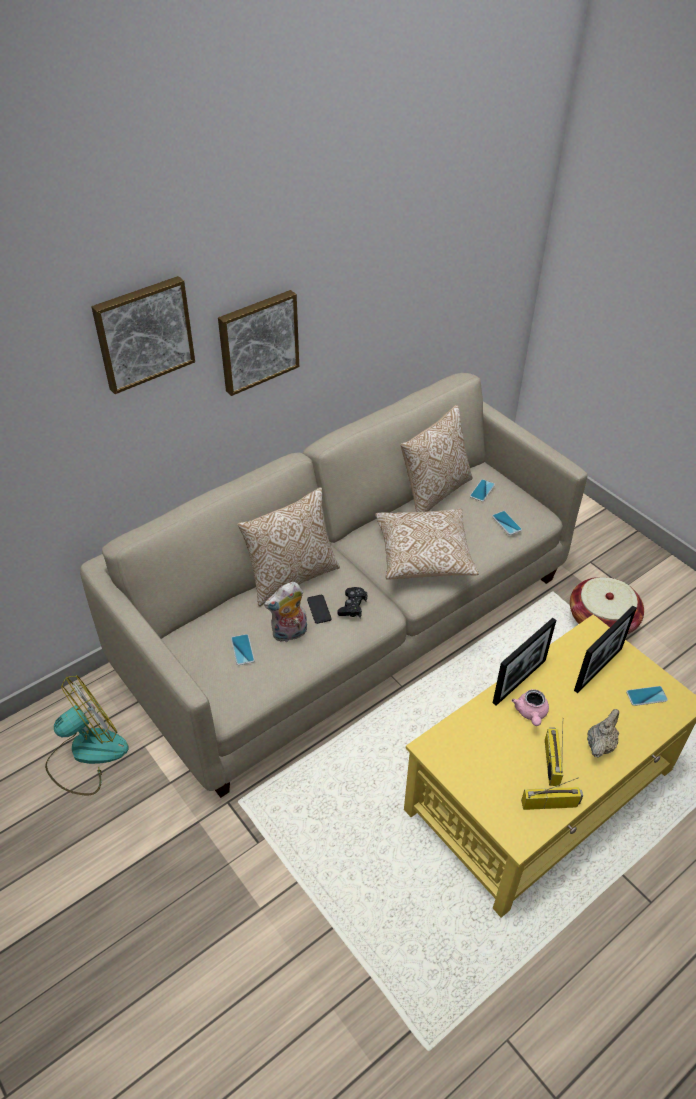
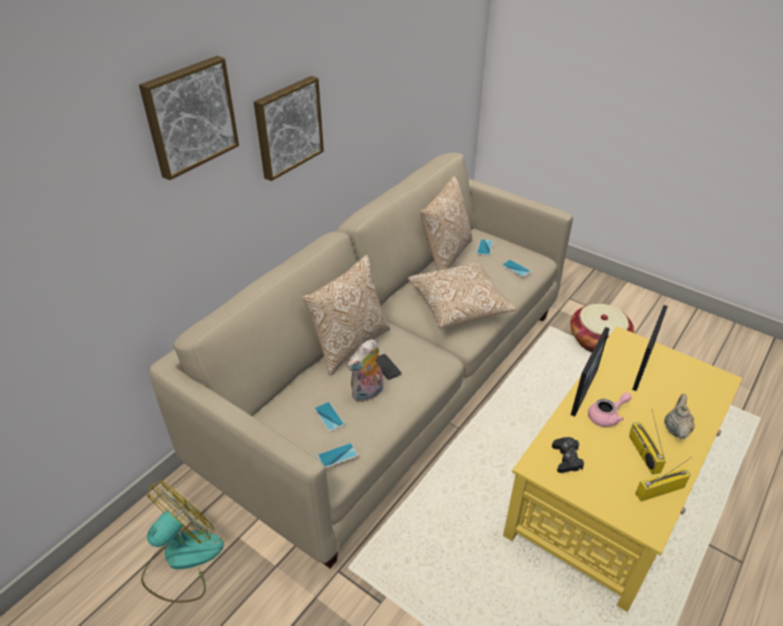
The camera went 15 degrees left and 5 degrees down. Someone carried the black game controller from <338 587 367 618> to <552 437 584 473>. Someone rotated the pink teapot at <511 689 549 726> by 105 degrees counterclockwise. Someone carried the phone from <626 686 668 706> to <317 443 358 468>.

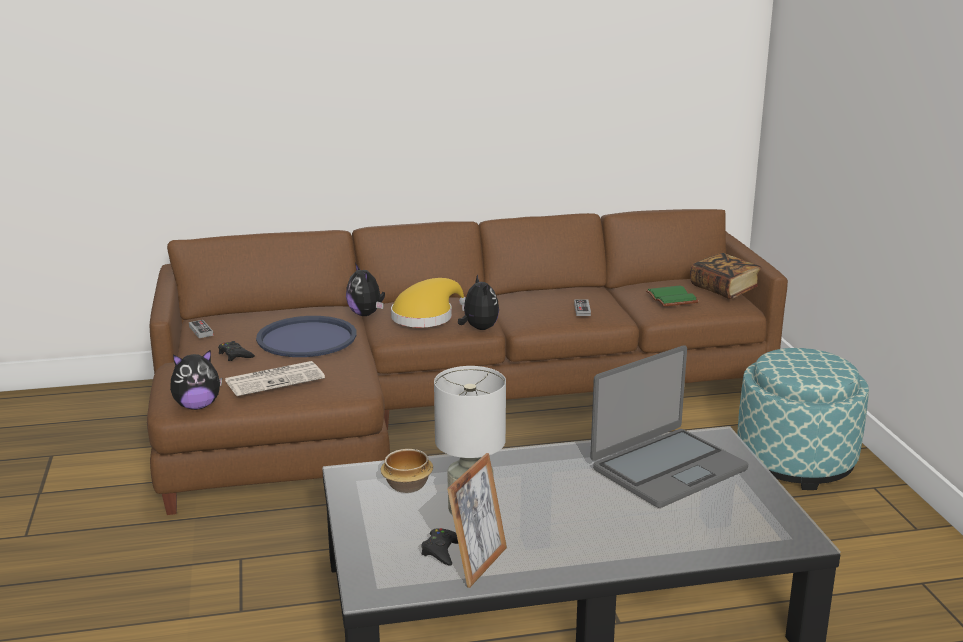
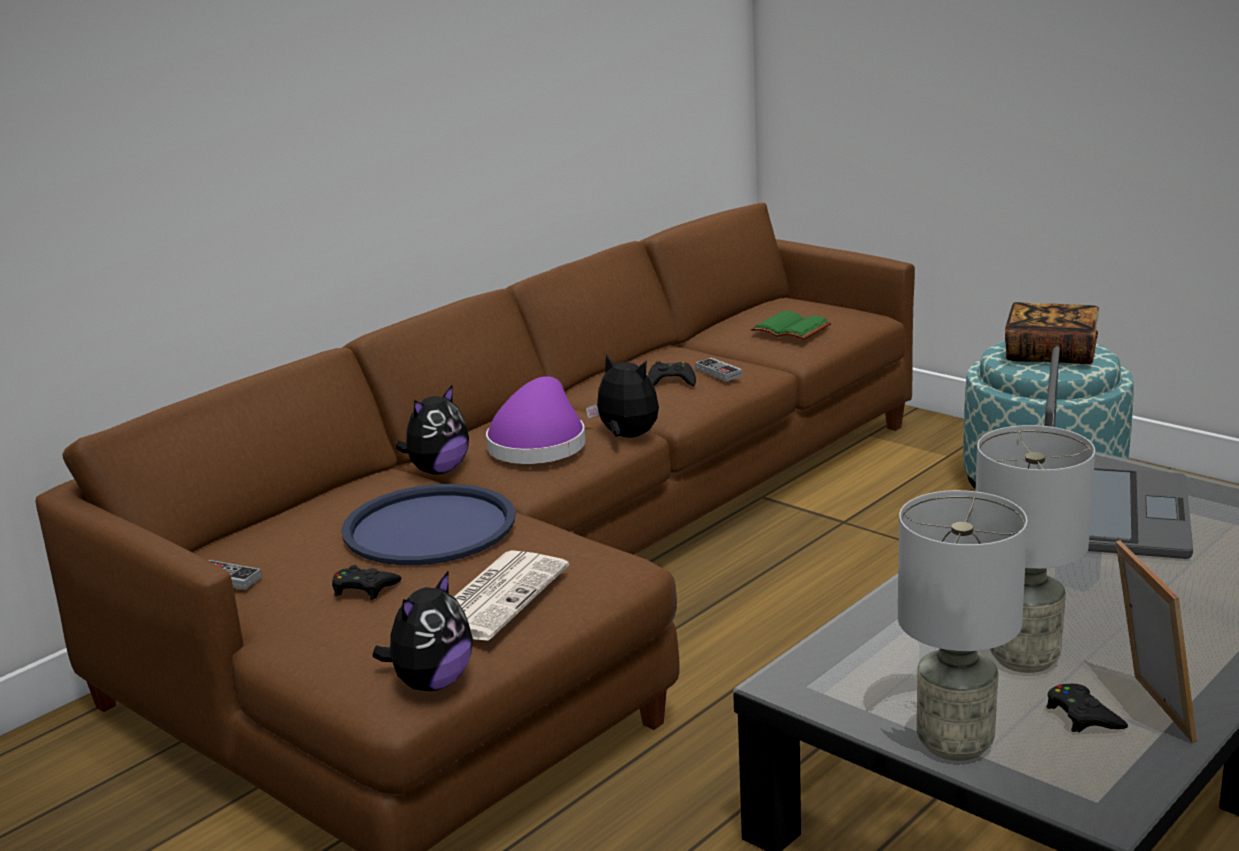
The camera went 35 degrees left and 0 degrees up. Someone rotated the plush toy at <346 263 385 316> by 75 degrees counterclockwise. Someone took away the bowl at <381 449 433 493>. Someone repainted the yellow hat at <391 278 466 327>, which became the purple hat at <486 376 586 464>. Someone carried the book from <690 253 762 299> to <1005 302 1099 364>. Someone put down the black game controller at <648 361 696 386>. Someone put down the grey table lamp at <898 490 1028 761>.

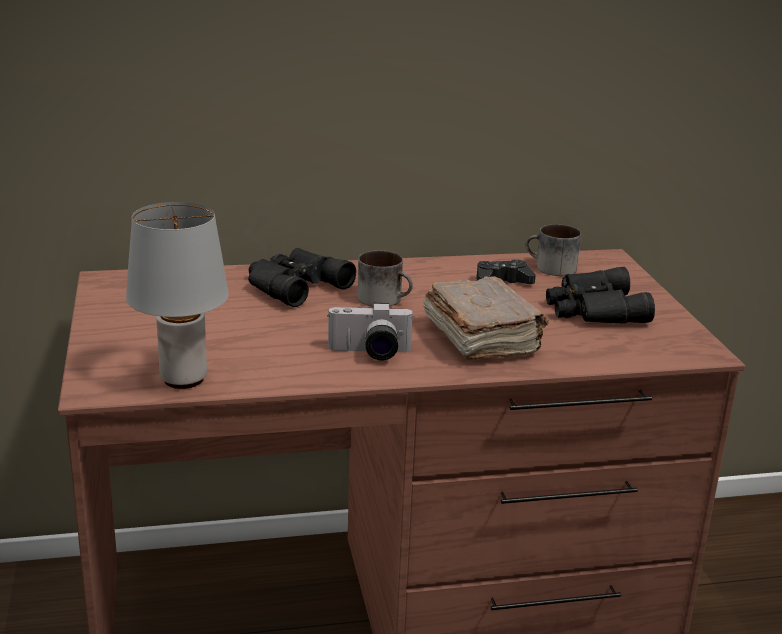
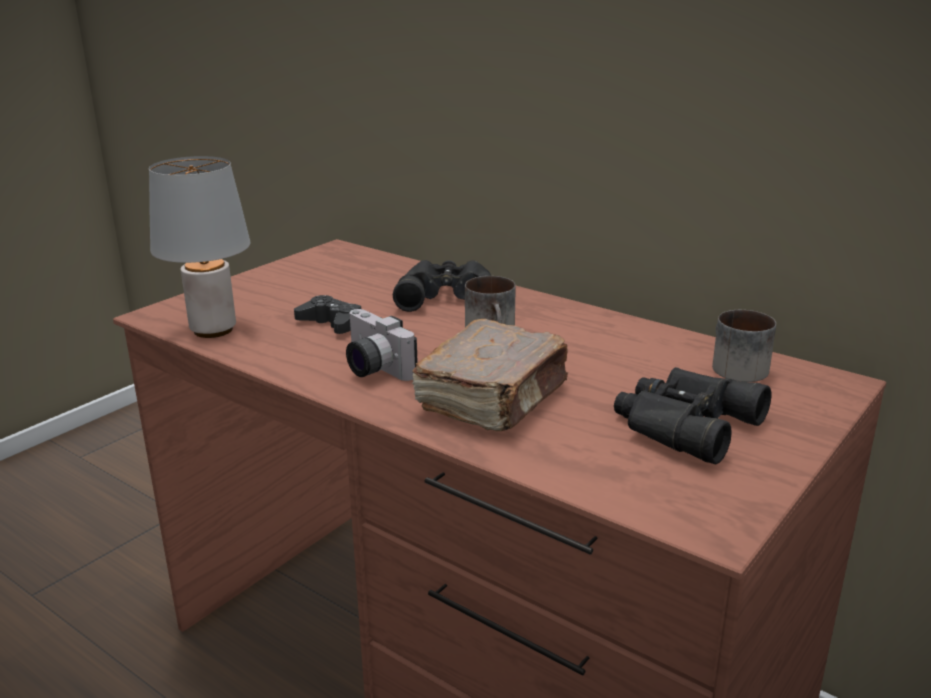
The camera went 50 degrees right and 0 degrees up. Someone carried the black game controller from <476 260 536 284> to <294 295 362 334>.

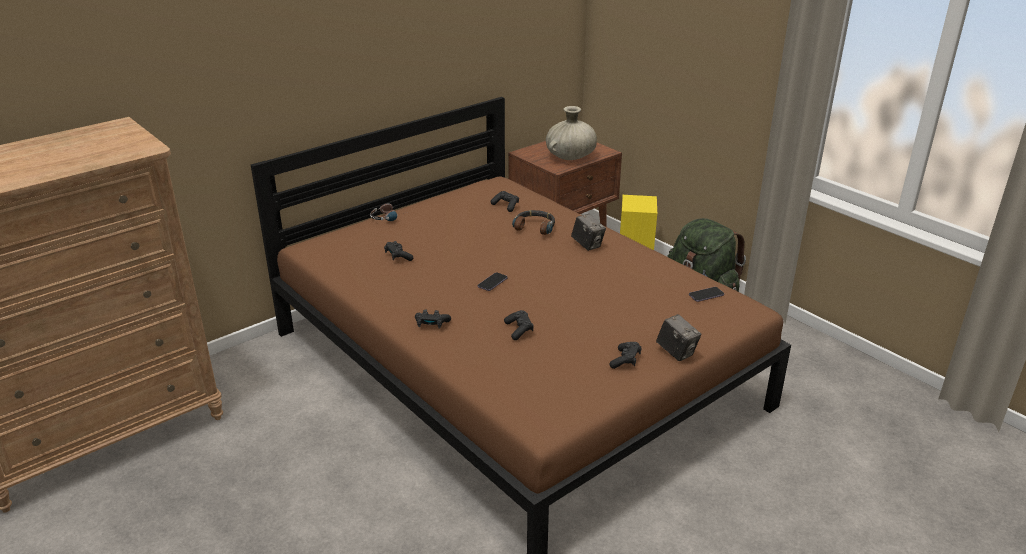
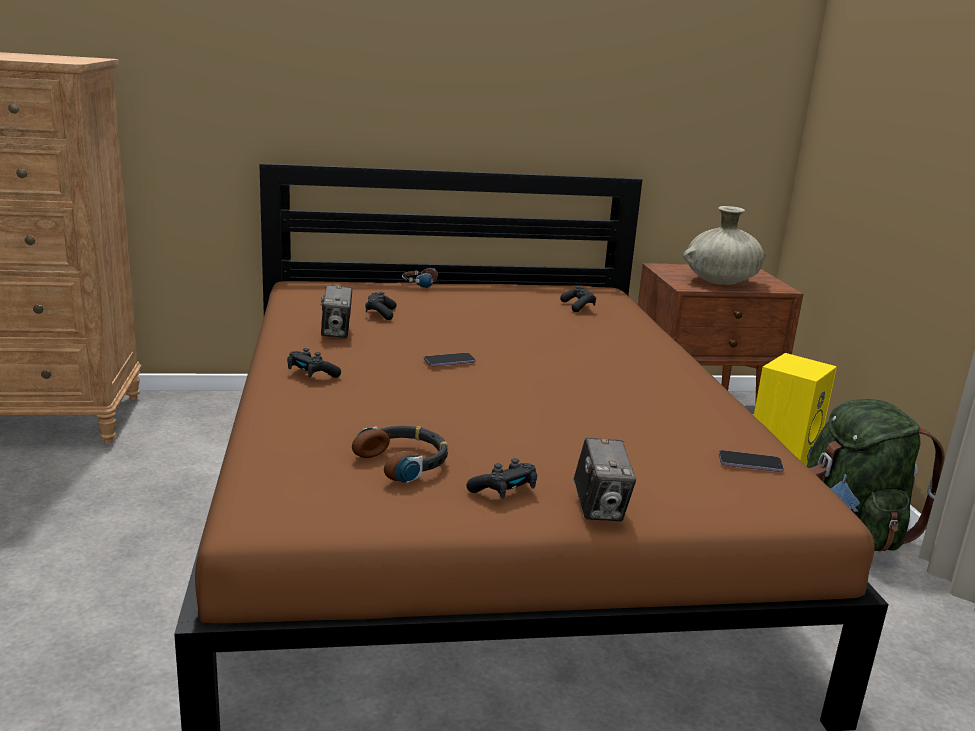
The camera went 30 degrees right and 10 degrees down. Someone took away the black game controller at <504 310 534 340>. Someone carried the headphones from <512 210 555 235> to <352 426 448 483>. Someone carried the photo camera from <571 214 606 251> to <321 285 352 338>.

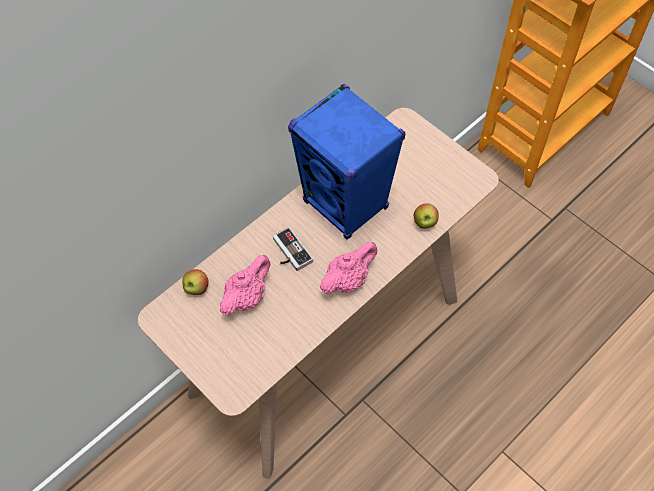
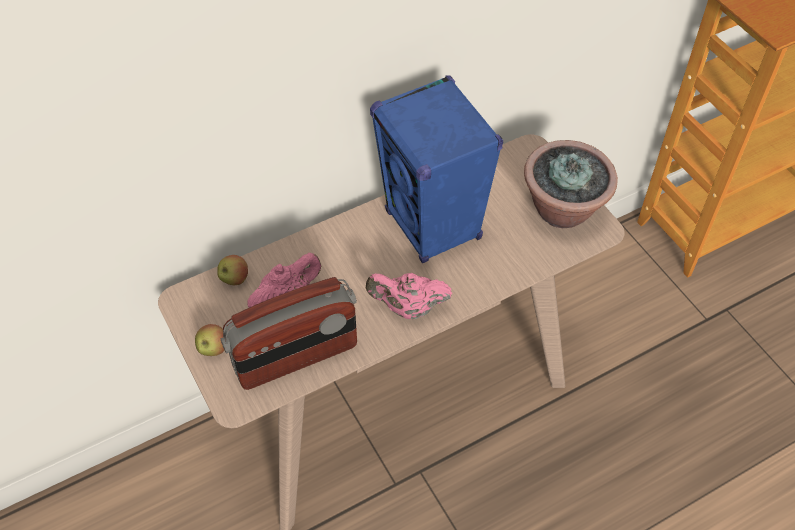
The camera went 15 degrees right and 5 degrees down. Someone took away the game controller at <273 227 313 271>. Someone rotated the pink teapot at <320 242 377 294> by 150 degrees counterclockwise. Someone carried the apple from <414 203 439 229> to <195 324 225 356>. Someone put down the radio at <221 277 357 390>. Someone put down the potted plant at <524 140 618 228>.

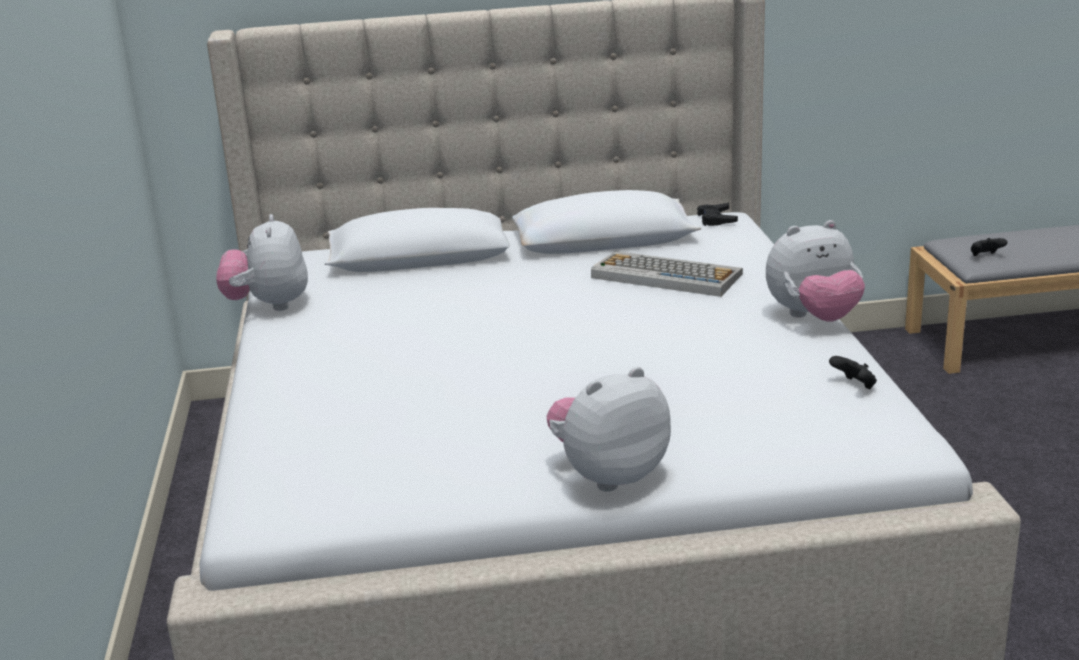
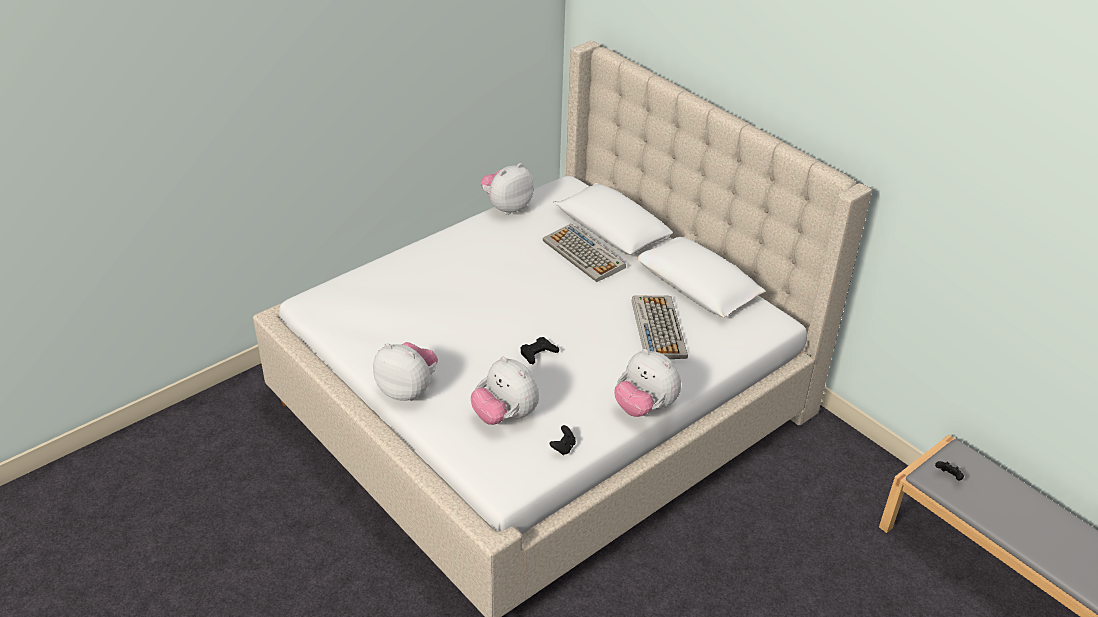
The camera went 55 degrees right and 15 degrees up. Someone carried the black game controller from <697 203 738 226> to <521 337 559 364>. Someone put down the plush toy at <471 357 539 425>. Someone put down the keyboard at <543 224 626 282>.

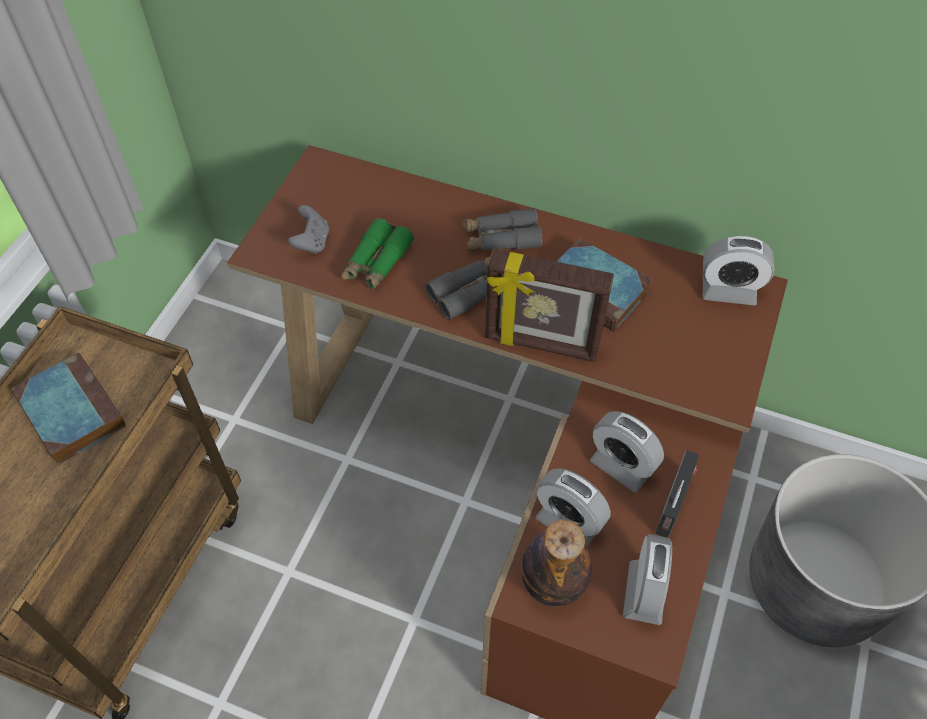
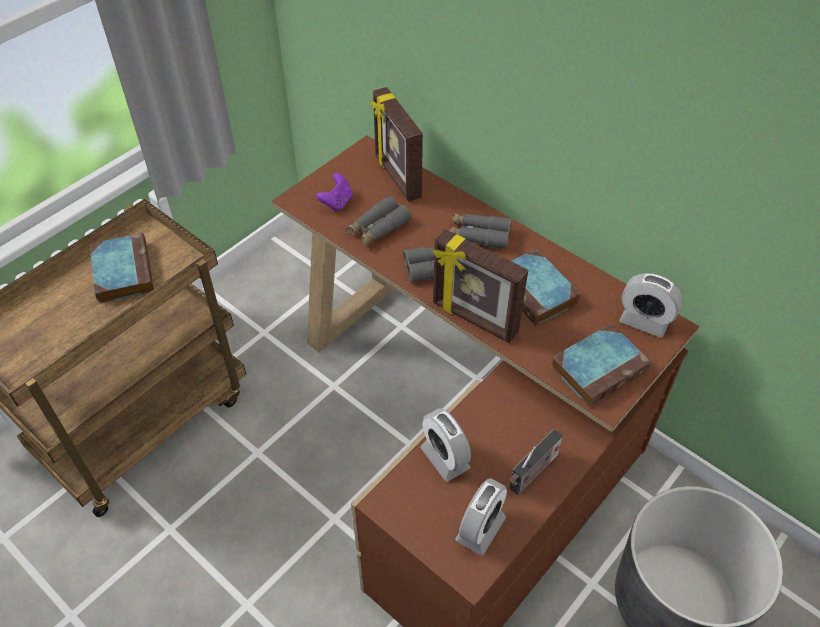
The camera went 20 degrees right and 5 degrees down. Someone repainted the grey game controller at <288 205 329 255>, which became the purple game controller at <316 173 353 211>. Someone repainted the green binoculars at <341 218 414 290>, which became the grey binoculars at <345 196 411 246>. Someone took away the bottle at <521 520 592 607>. Someone took away the alarm clock at <590 411 664 492>. Someone put down the picture frame at <371 87 423 202>. Someone put down the book at <551 323 652 407>.

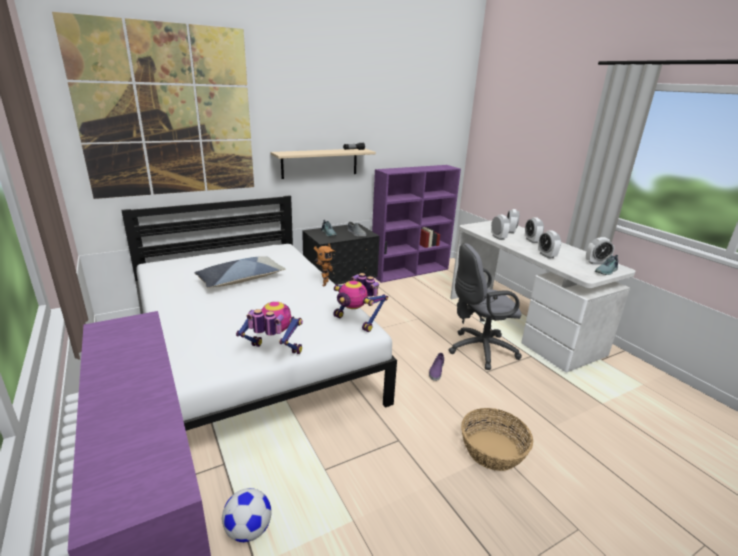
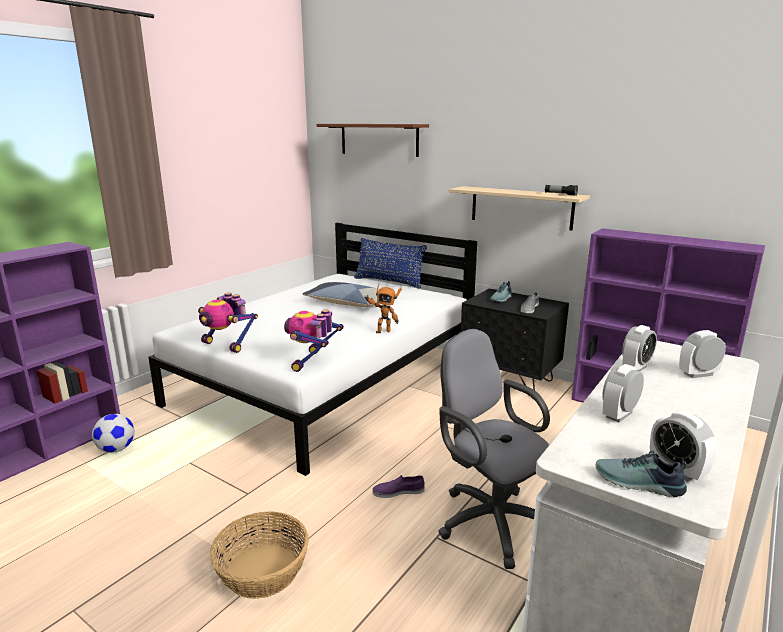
The camera went 65 degrees right and 5 degrees down. Someone swapped the picture at <52 12 254 199> for the brown shelf at <316 124 429 157>. Someone rotated the toy robot at <236 302 303 354> by 135 degrees clockwise. Someone took away the alarm clock at <525 217 544 243>. Someone put down the blue pillow at <354 238 427 289>.

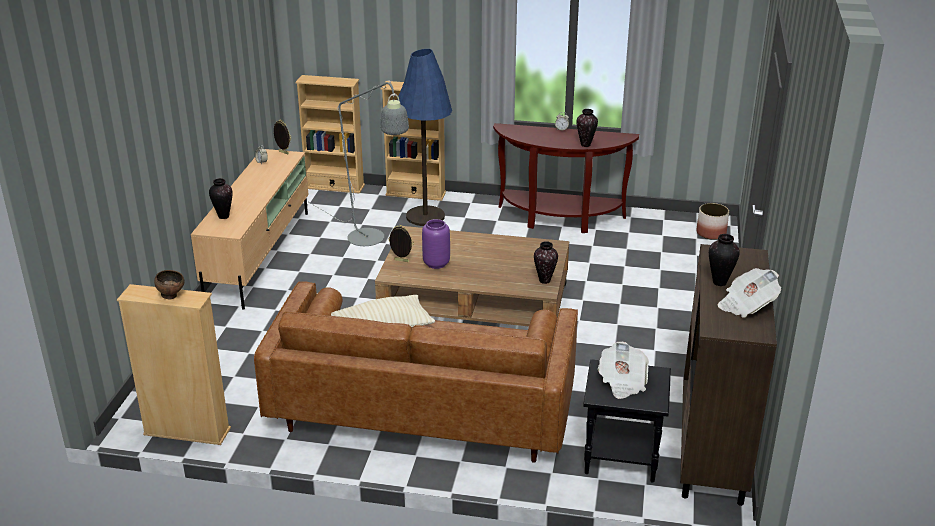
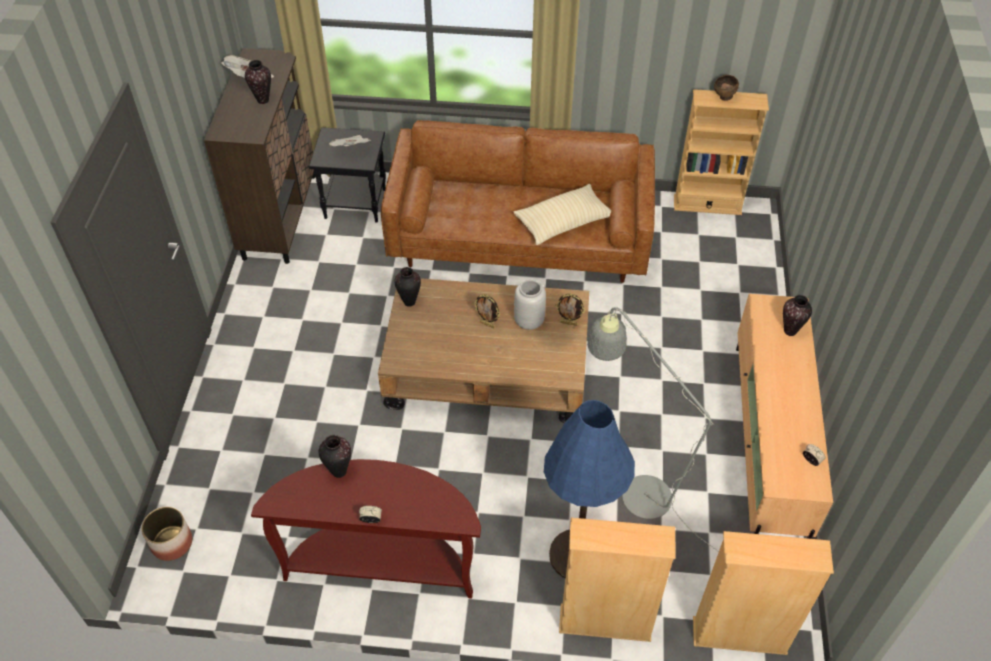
The camera went 175 degrees right and 20 degrees up. Someone carried the picture frame from <273 120 291 154> to <474 294 500 328>. Someone repainted the purple vase at <422 219 450 269>, which became the grey vase at <514 280 546 330>.

